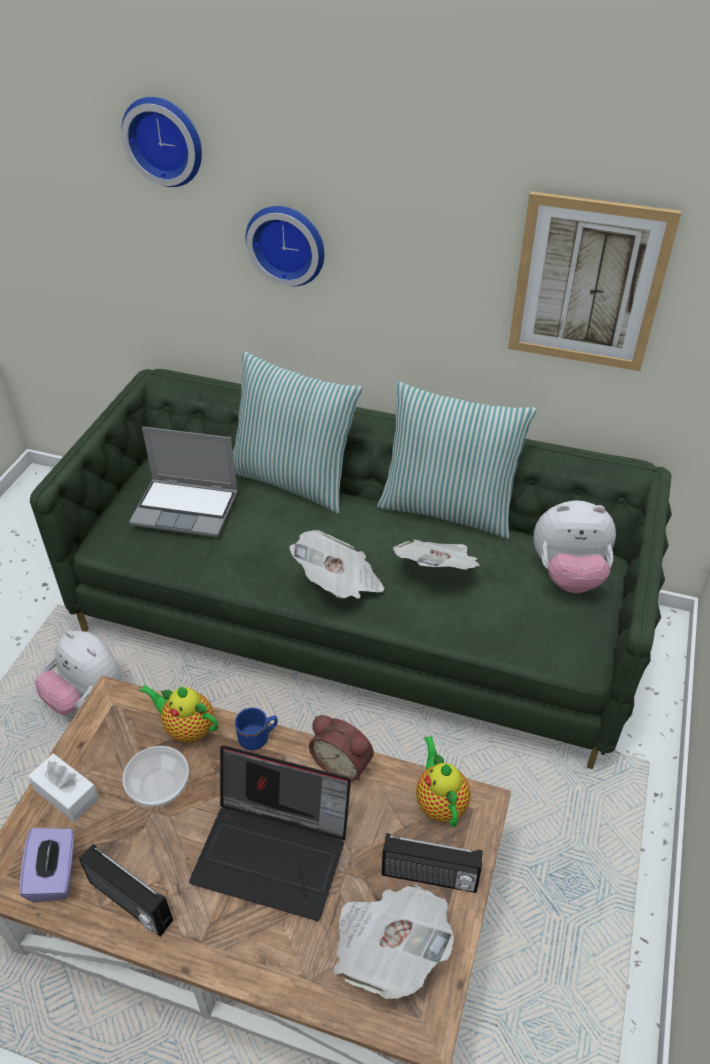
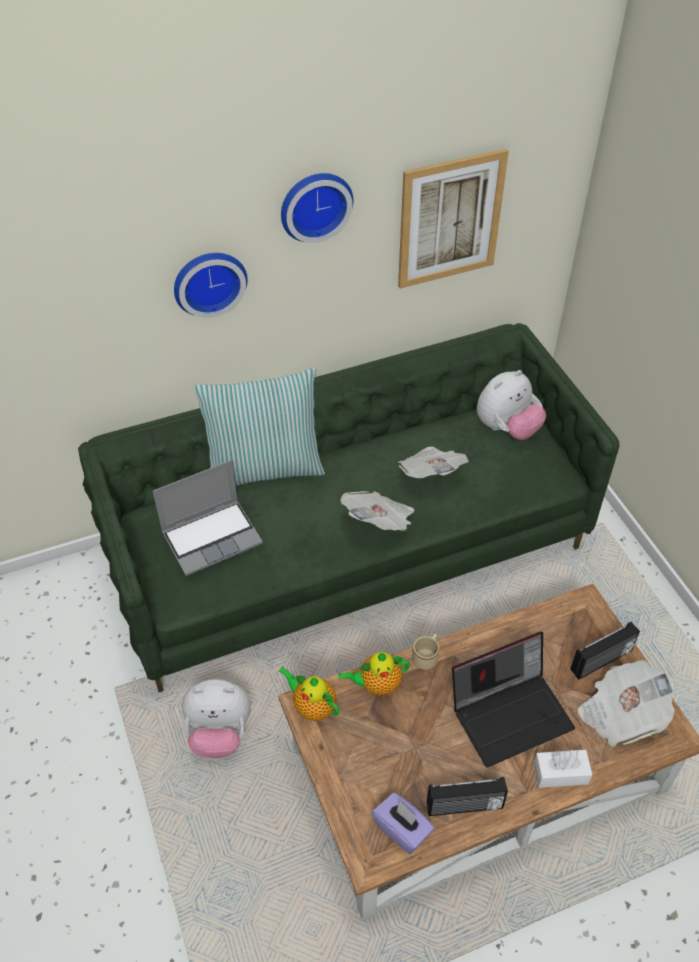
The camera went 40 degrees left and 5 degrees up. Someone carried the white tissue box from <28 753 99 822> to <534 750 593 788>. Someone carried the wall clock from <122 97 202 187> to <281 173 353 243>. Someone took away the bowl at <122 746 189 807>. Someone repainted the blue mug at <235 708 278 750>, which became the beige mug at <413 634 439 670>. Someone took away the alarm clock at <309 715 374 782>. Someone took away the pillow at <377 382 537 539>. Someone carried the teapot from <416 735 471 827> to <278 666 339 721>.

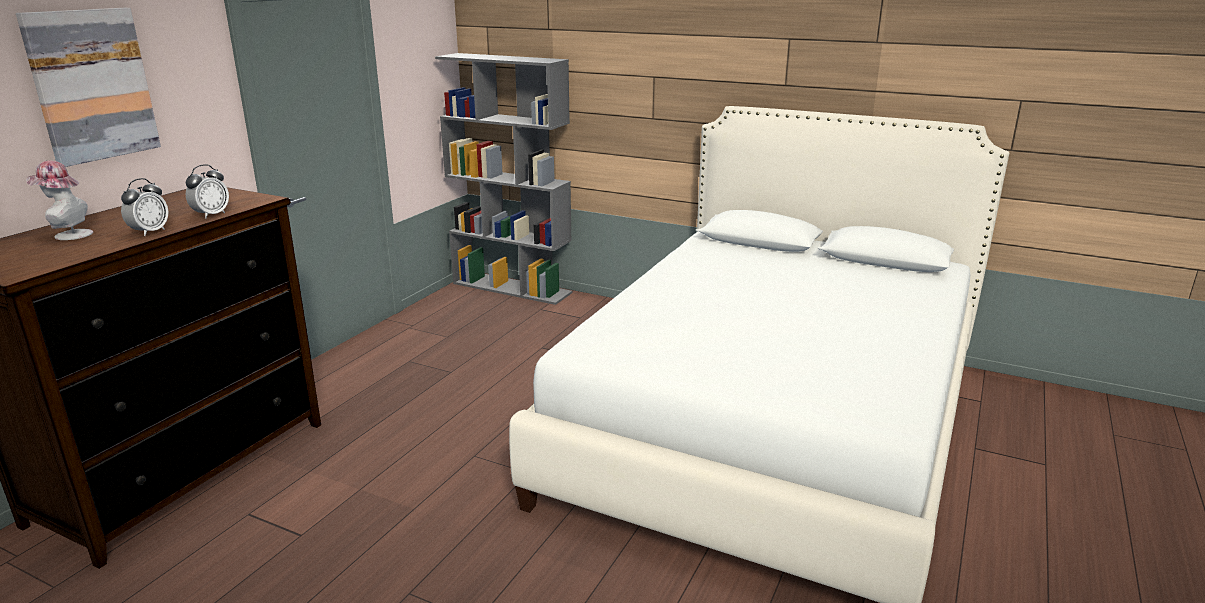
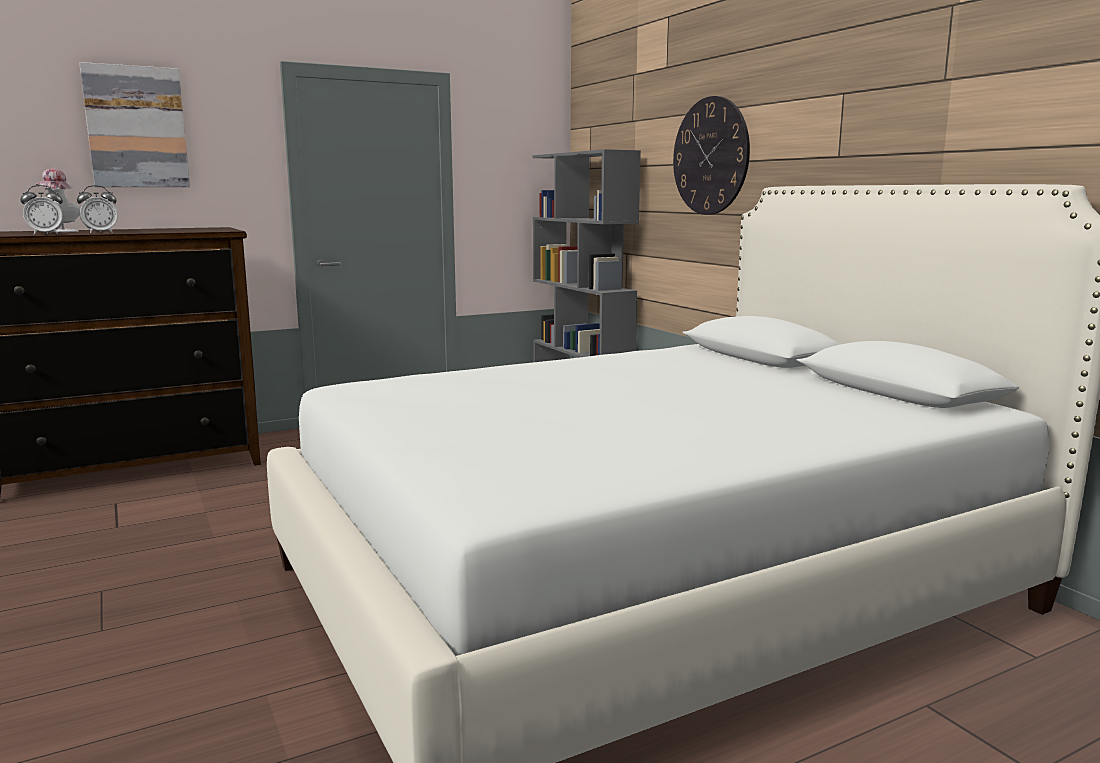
The camera went 35 degrees right and 10 degrees down. Someone carried the alarm clock from <185 164 229 219> to <21 185 64 235>. Someone put up the wall clock at <673 96 750 215>.

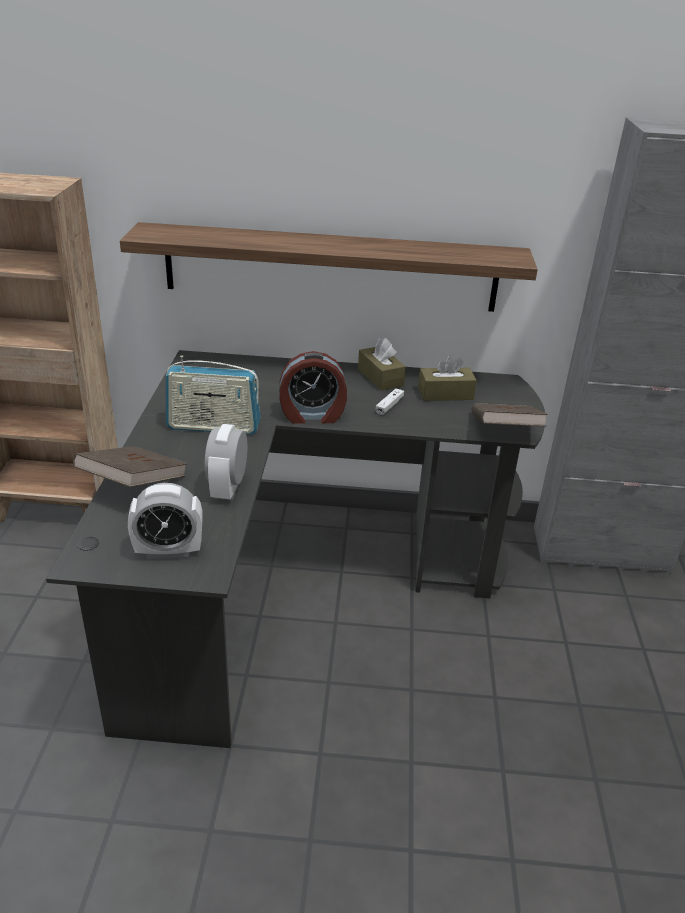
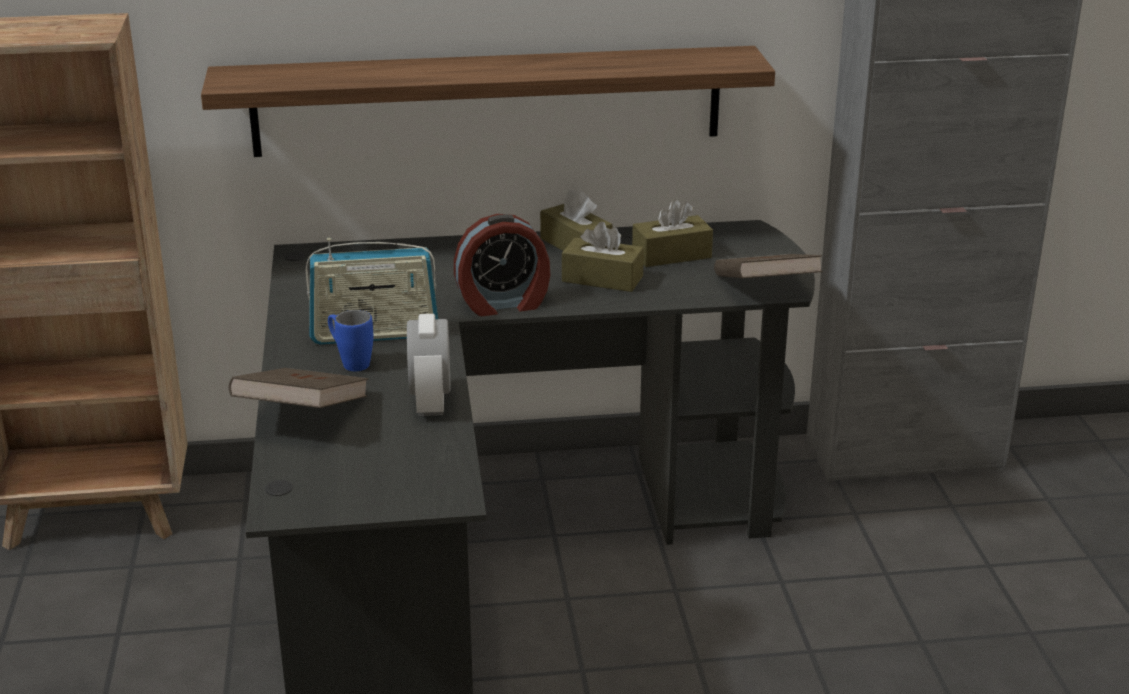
The camera went 10 degrees left and 5 degrees down. Someone took away the alarm clock at <128 483 203 559>. Someone swapped the white game controller at <376 388 404 415> for the brown tissue box at <562 222 644 292>. Someone put down the blue mug at <328 310 373 371>.

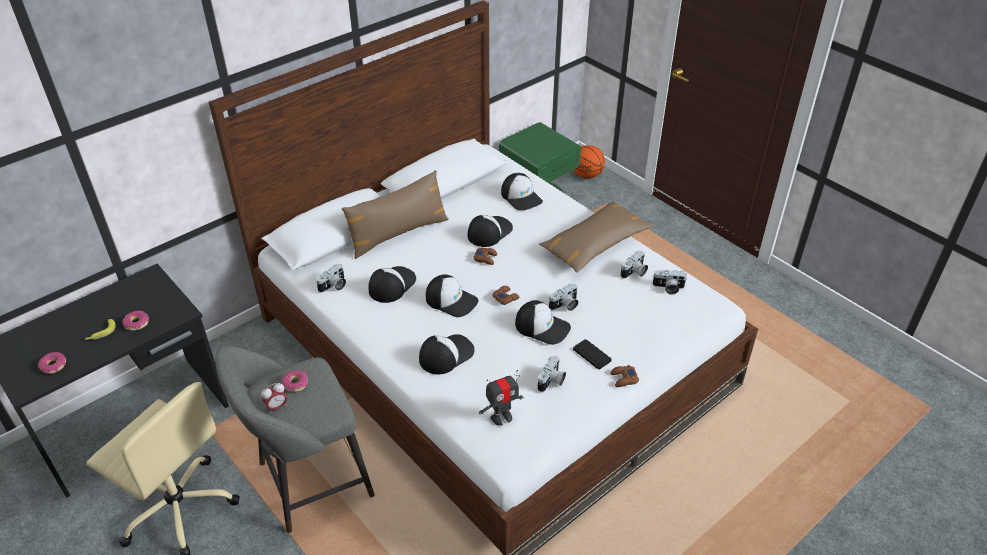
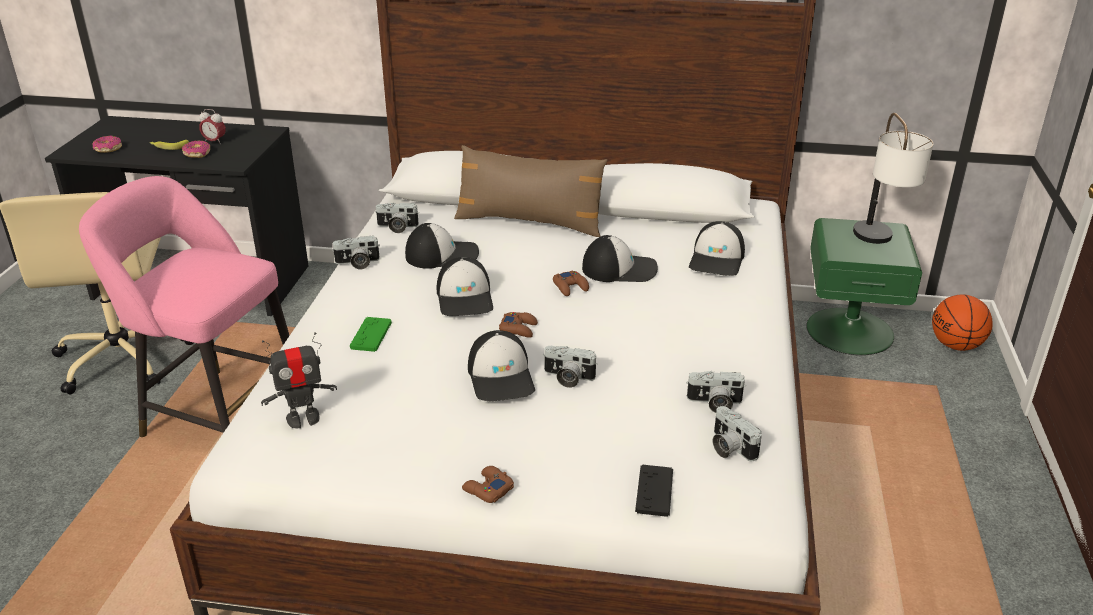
The camera went 50 degrees right and 10 degrees down. Someone repainted the grey stool at <215 346 375 533>, which became the pink stool at <79 176 290 437>. Someone carried the alarm clock from <261 383 287 412> to <199 109 226 144>. Someone took away the donut at <282 370 308 392>. Someone swapped the cap at <419 334 475 374> for the green game controller at <350 317 392 352>. Someone rotated the toy robot at <479 370 524 426> by 45 degrees counterclockwise. Someone carried the photo camera from <538 356 566 392> to <333 236 380 269>. Someone took away the brown pillow at <539 200 653 273>. Someone carried the black game controller from <573 339 612 370> to <635 465 673 517>. Someone put down the table lamp at <853 113 933 244>.

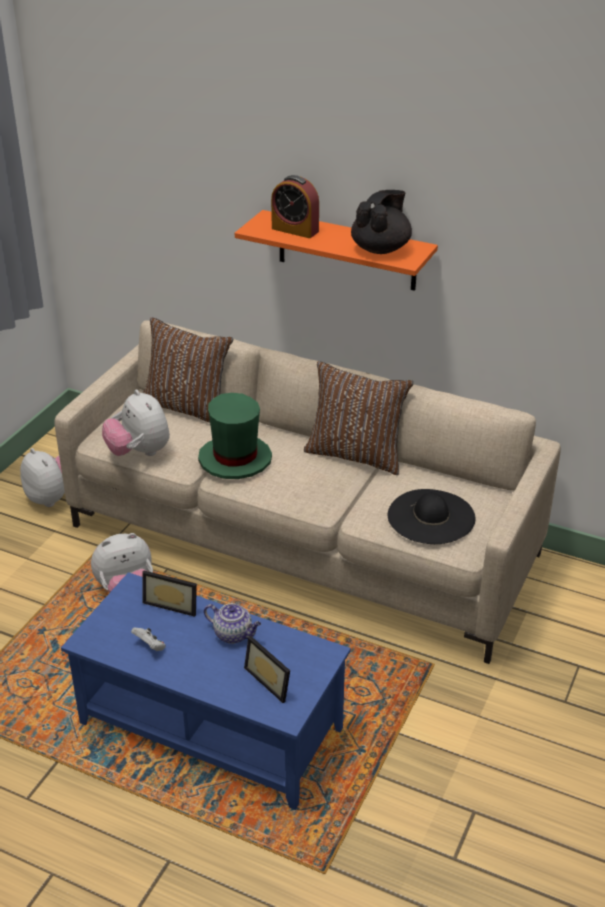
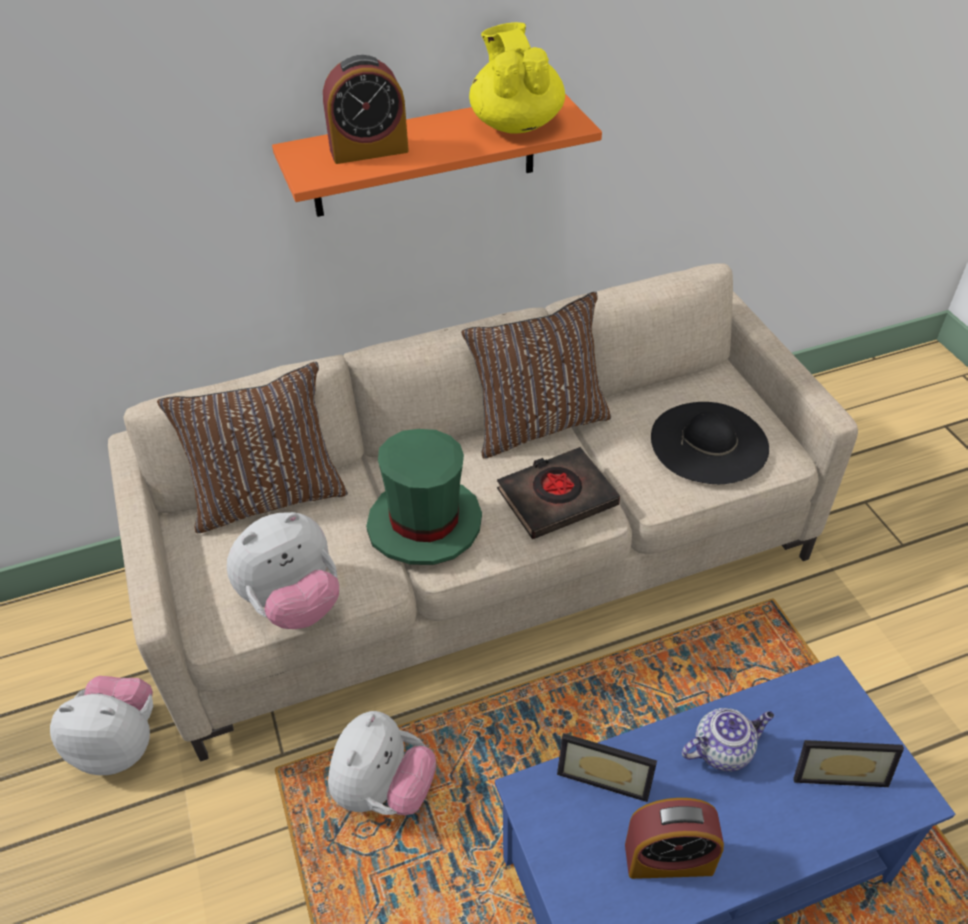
The camera went 45 degrees left and 10 degrees up. Someone rotated the plush toy at <102 390 170 456> by 45 degrees counterclockwise. Someone swapped the white game controller at <131 627 166 651> for the alarm clock at <625 798 724 879>. Someone rotated the picture frame at <142 570 197 617> by 45 degrees clockwise. Someone repainted the black teapot at <351 190 412 254>, which became the yellow teapot at <469 22 565 134>. Someone put down the black book at <497 447 620 539>.

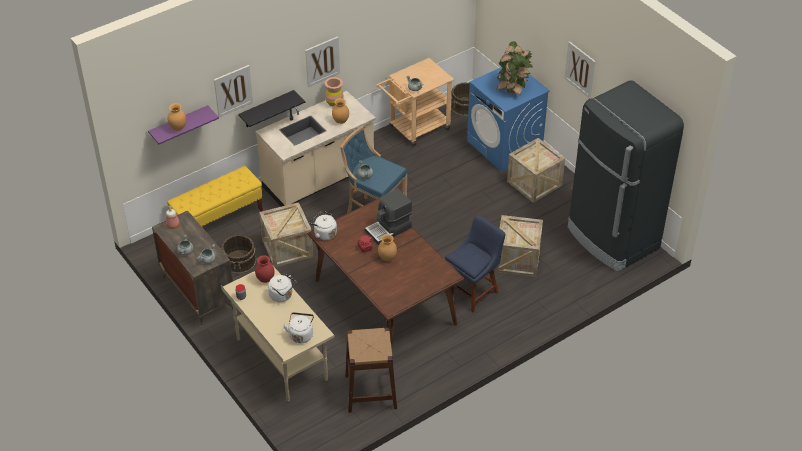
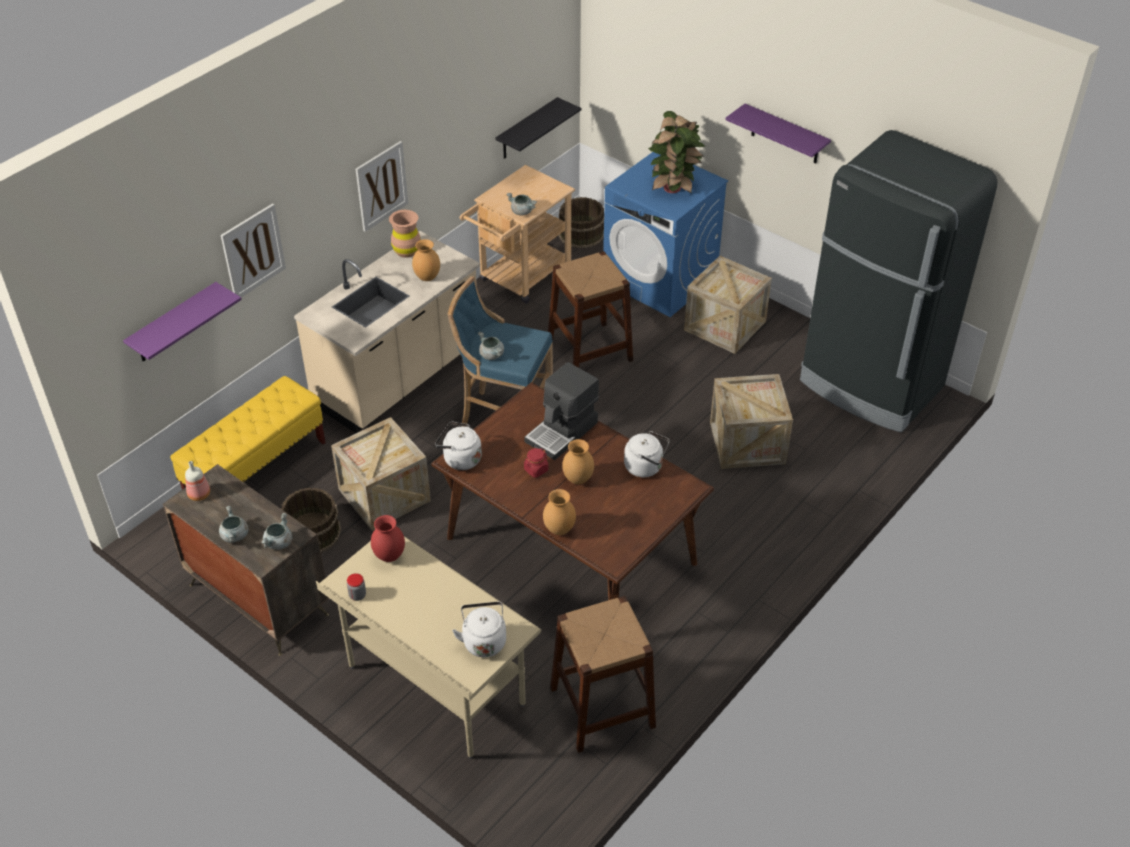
The camera went 15 degrees left and 0 degrees up. Someone carried the brown vase from <168 103 186 131> to <543 489 576 535>. Someone carried the black shelf from <238 90 305 127> to <495 97 581 159>. Someone carried the white kettle from <268 275 296 302> to <624 431 669 477>. Someone took away the blue chair at <445 215 506 313>. Someone swapped the picture at <564 41 595 99> for the purple shelf at <725 104 831 163>. Someone put down the brown stool at <548 251 633 368>.

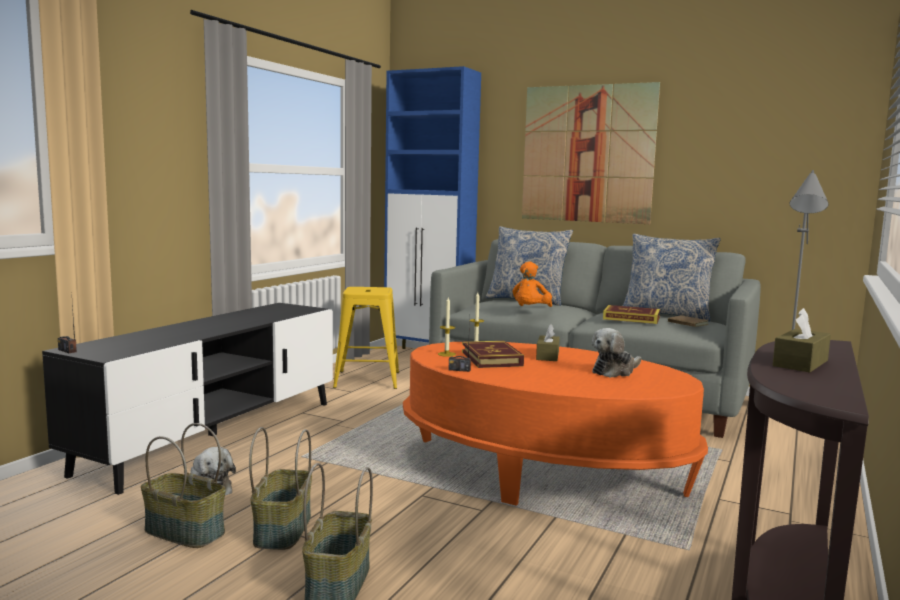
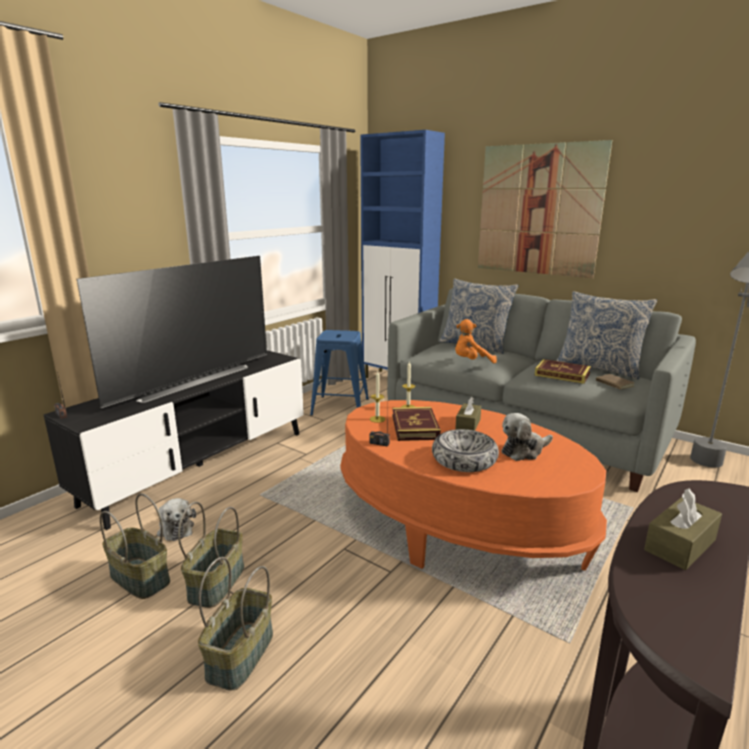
The camera went 10 degrees right and 10 degrees up. Someone repainted the yellow stool at <333 287 399 389>, which became the blue stool at <310 330 369 416>. Someone rotated the orange plush toy at <512 261 552 307> by 45 degrees clockwise. Someone put down the television at <77 256 267 408>. Someone put down the bowl at <432 429 499 472>.

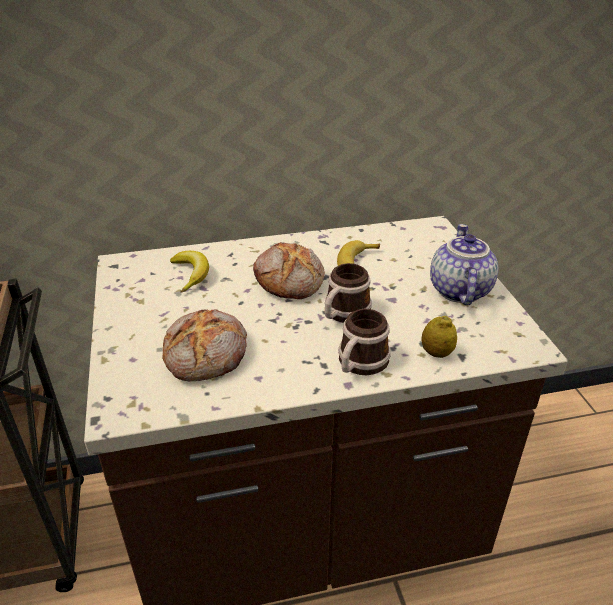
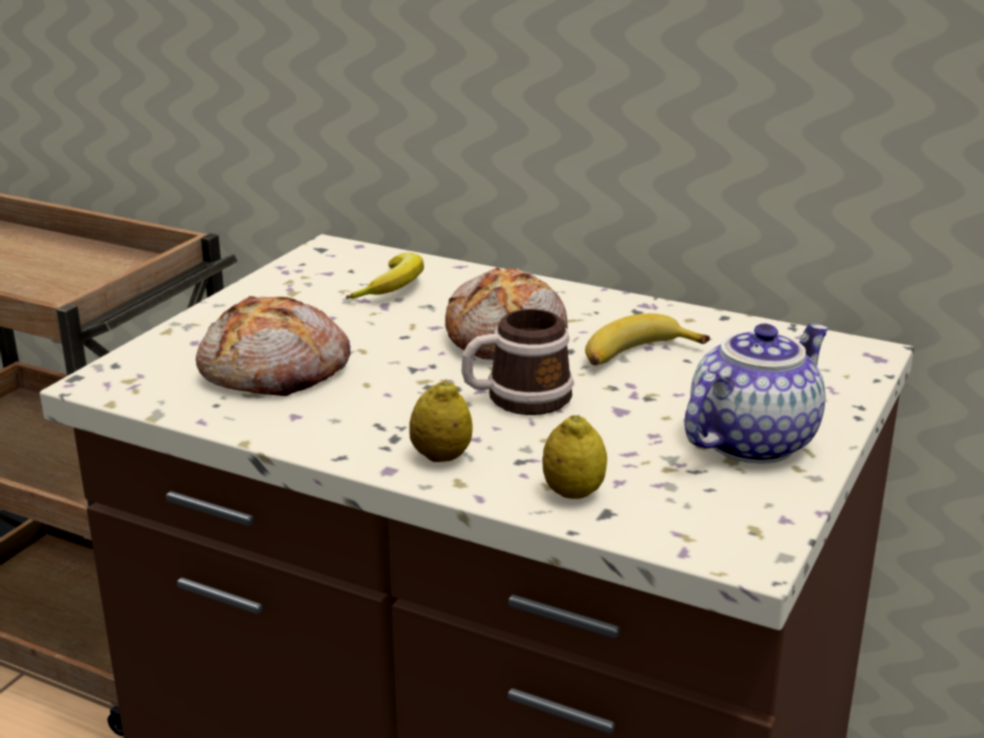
The camera went 40 degrees right and 10 degrees down. Someone swapped the mug at <338 309 390 375> for the lemon at <409 379 473 462>.

